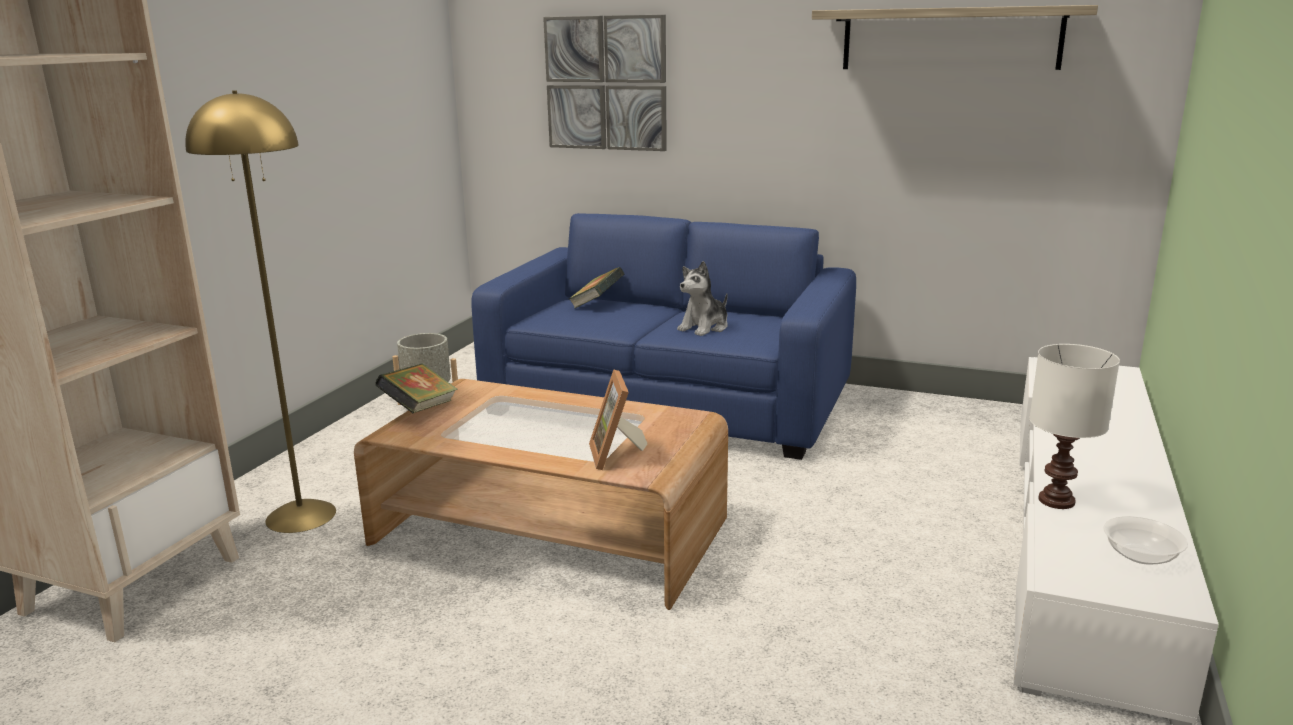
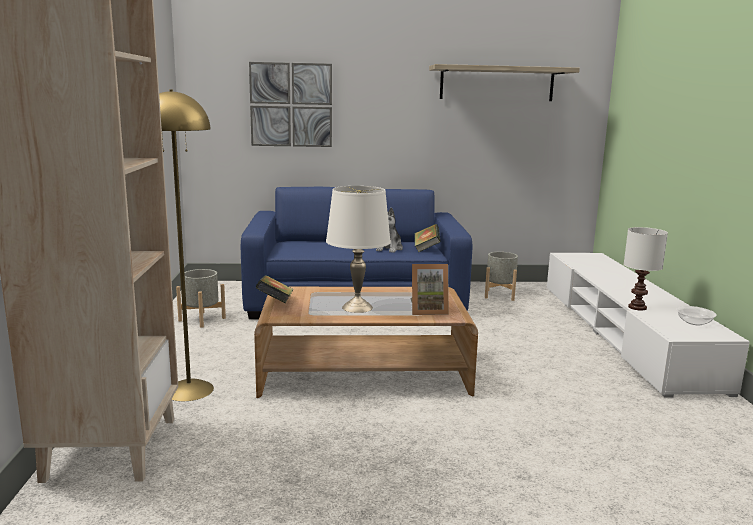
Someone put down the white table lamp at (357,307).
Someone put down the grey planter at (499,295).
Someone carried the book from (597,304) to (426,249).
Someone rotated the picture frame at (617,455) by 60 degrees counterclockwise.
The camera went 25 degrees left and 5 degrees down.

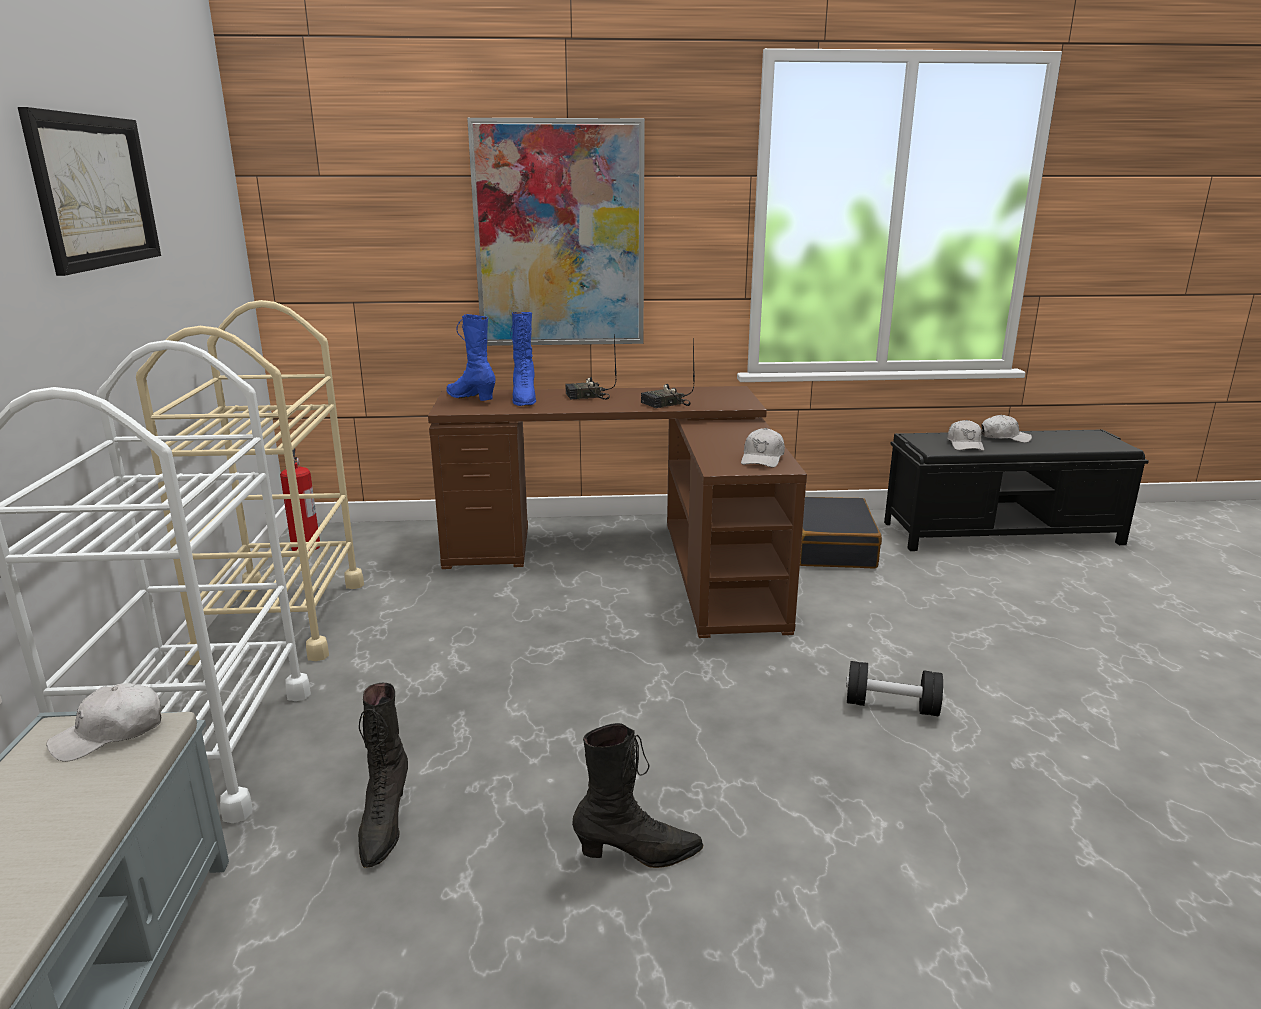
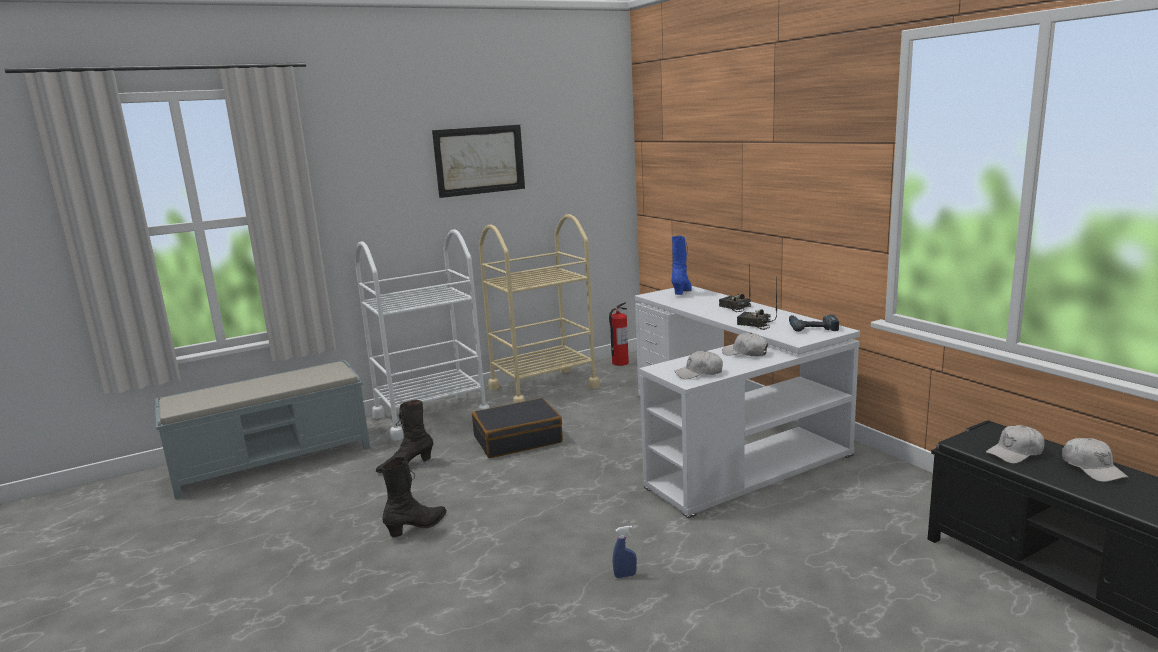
Someone took away the picture at (559,236).
Someone took away the blue boot at (524,399).
Someone put down the power drill at (812,327).
Someone carried the white cap from (110,734) to (745,353).
Someone carried the black suitcase from (830,547) to (517,439).
Someone swapped the black dumbbell at (891,706) for the blue spray bottle at (625,575).
Someone repainted the brown desk at (635,559), which became the white desk at (730,439).
Someone rotated the black boot at (638,854) by 105 degrees counterclockwise.
The camera went 65 degrees right and 5 degrees down.

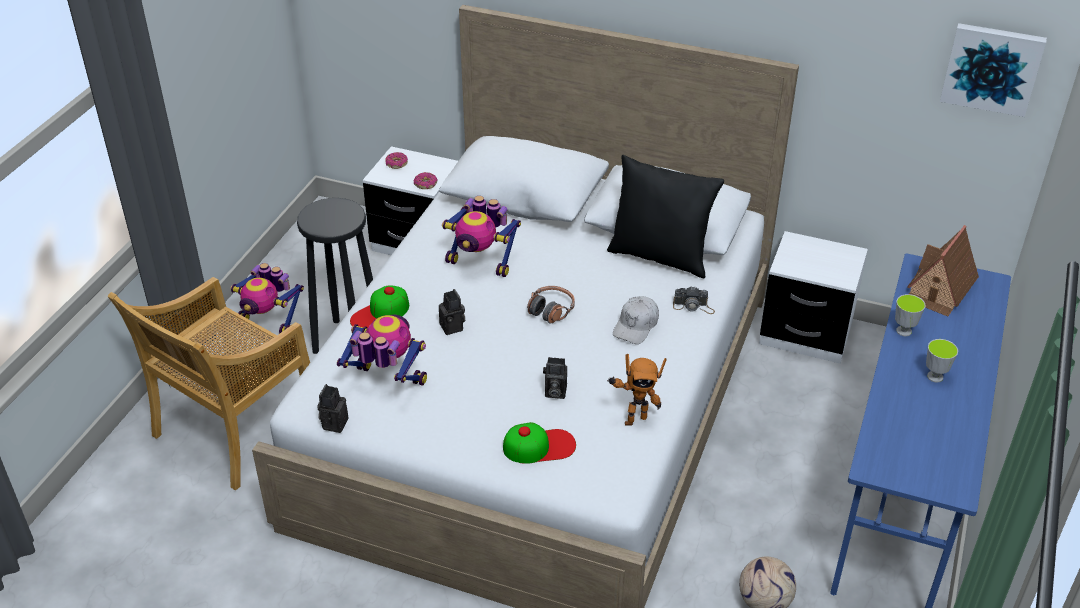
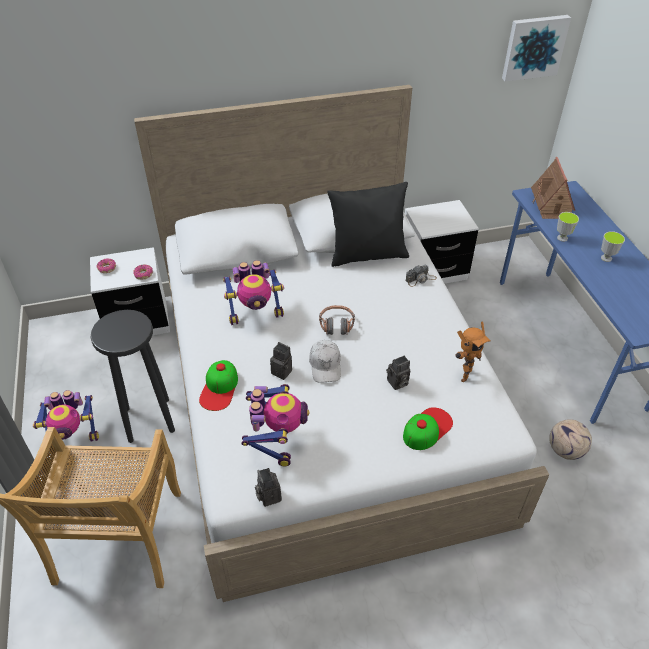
Someone carried the white cap from (636,326) to (325,365).
Someone rotated the toy robot at (387,382) by 105 degrees clockwise.
The camera went 35 degrees left and 5 degrees up.

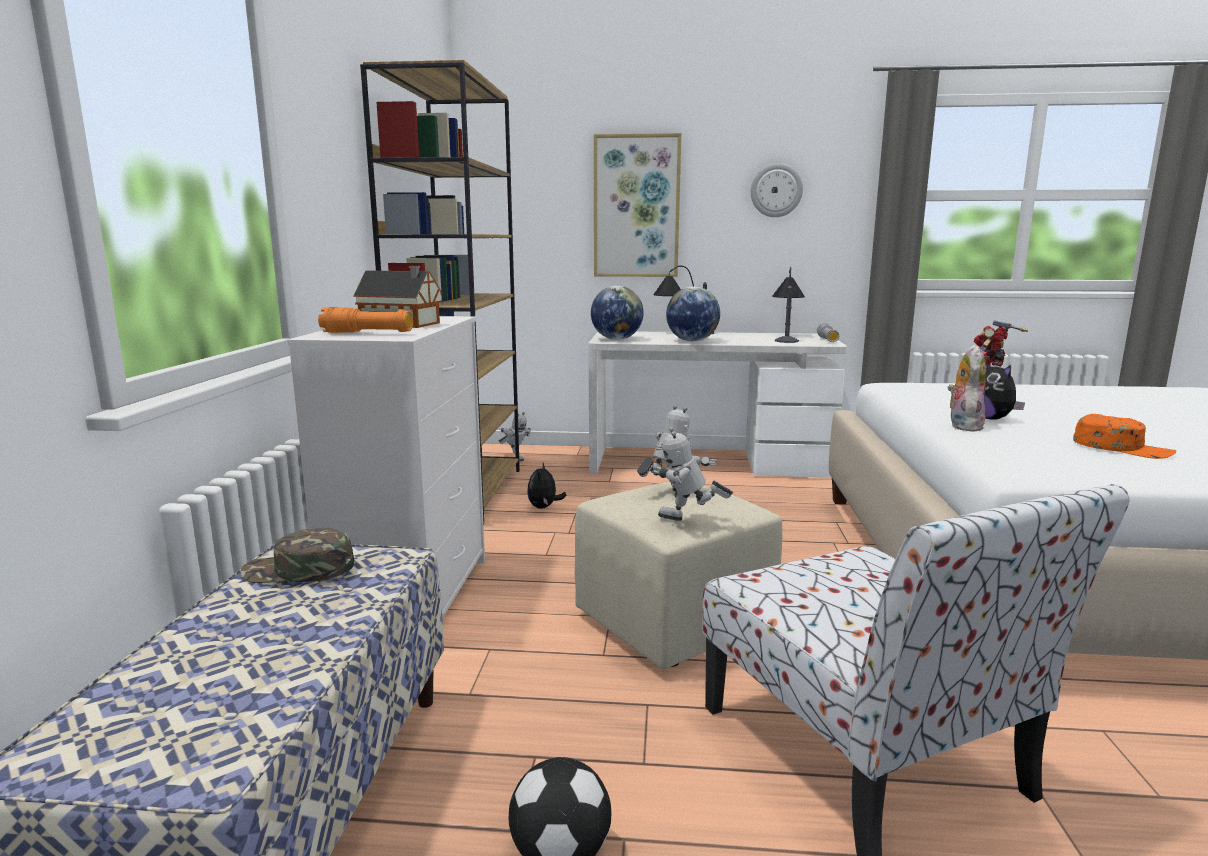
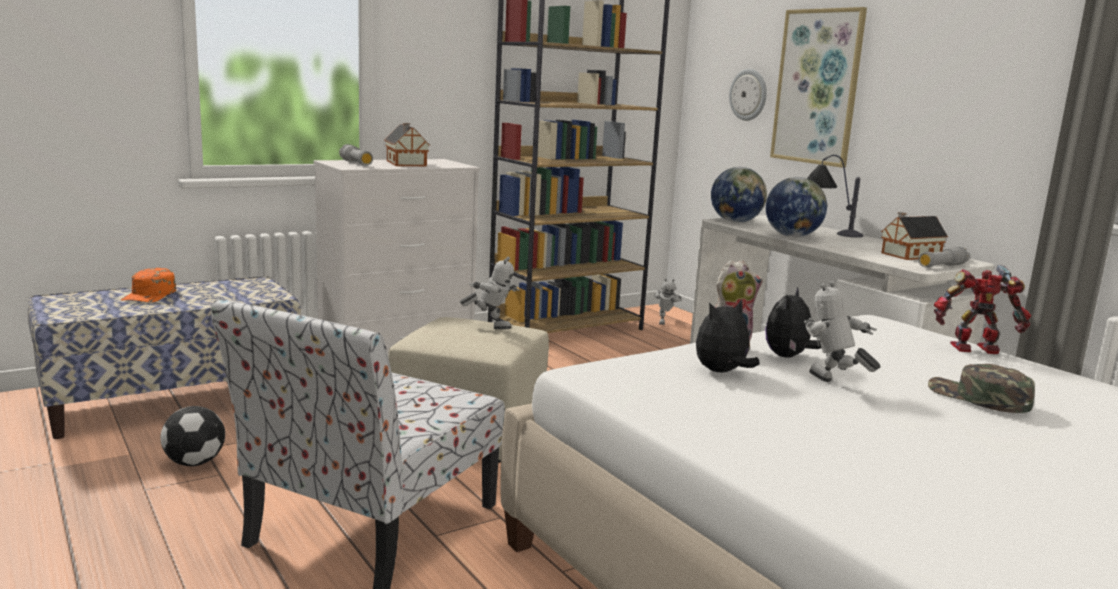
Someone carried the green cap from (298,570) to (978,397).
Someone carried the plush toy from (544,507) to (722,372).
Someone carried the toy robot from (689,521) to (832,385).
Someone carried the wall clock from (776,190) to (748,95).
Someone carried the orange cap from (1122,448) to (150,295).
Someone swapped the table lamp at (786,338) for the toy house at (908,255).
Someone repainted the orange flashlight at (367,333), which became the grey flashlight at (356,163).
The camera went 50 degrees right and 0 degrees up.

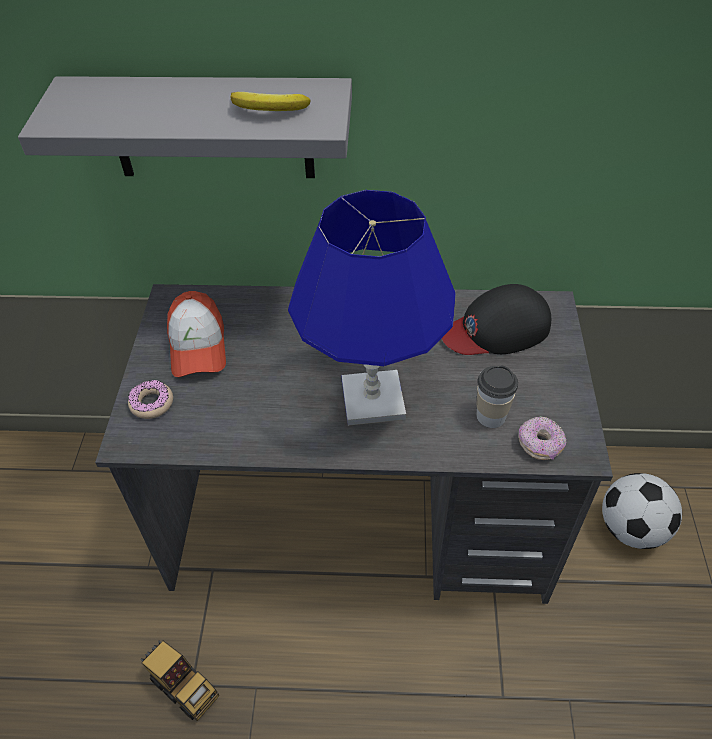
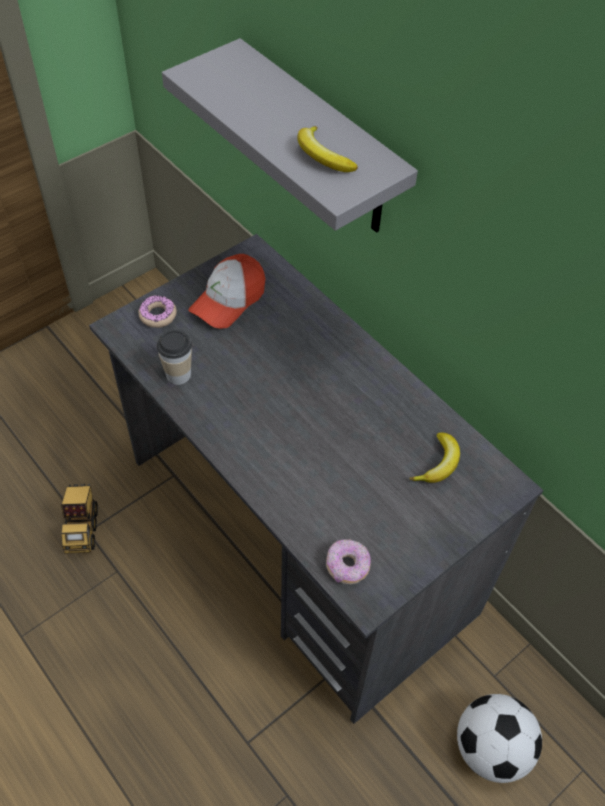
Someone took away the blue table lamp at (372,399).
Someone carried the cup from (490,416) to (178,374).
Someone swapped the black cap at (497,329) for the banana at (438,463).
The camera went 45 degrees right and 5 degrees up.

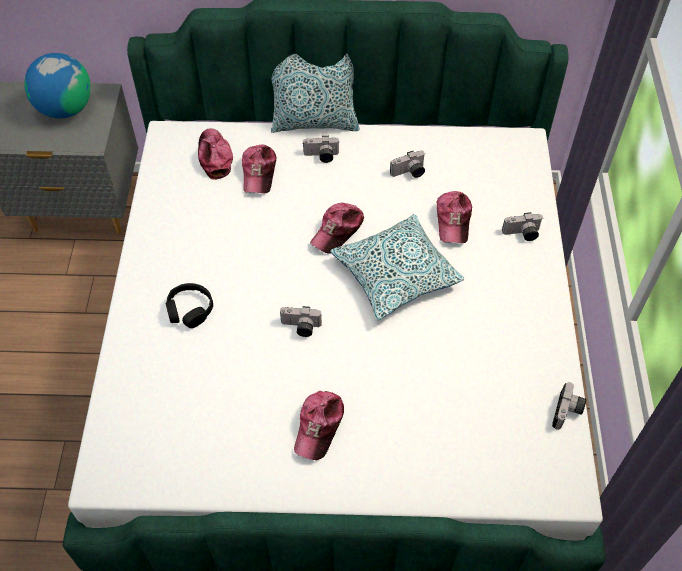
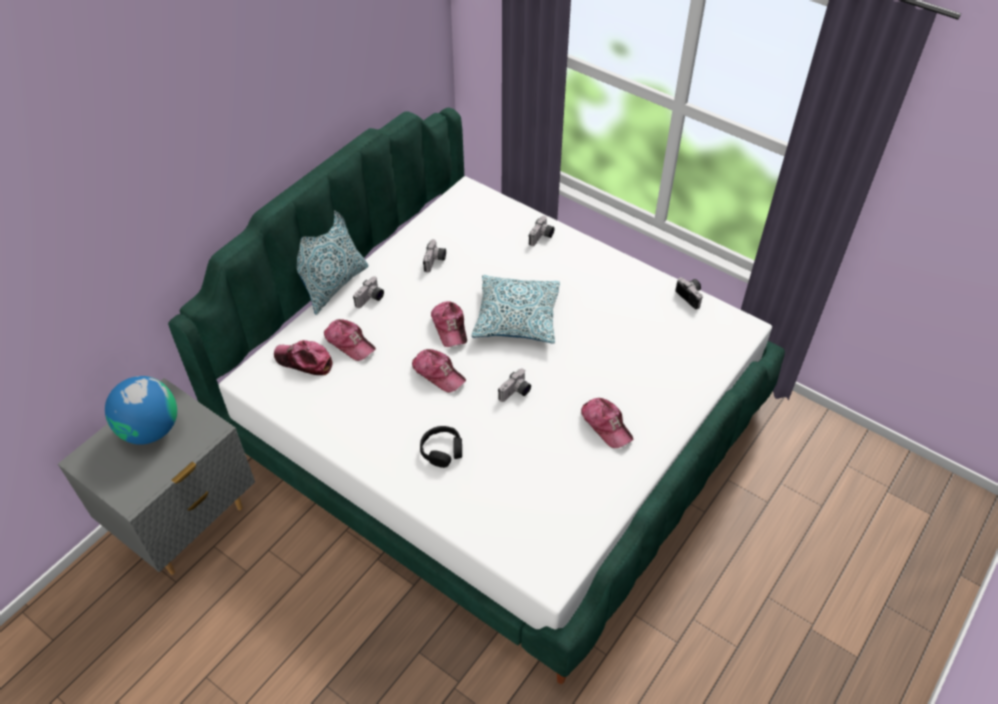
Someone carried the cap from (453,220) to (438,373).
The camera went 55 degrees left and 5 degrees down.

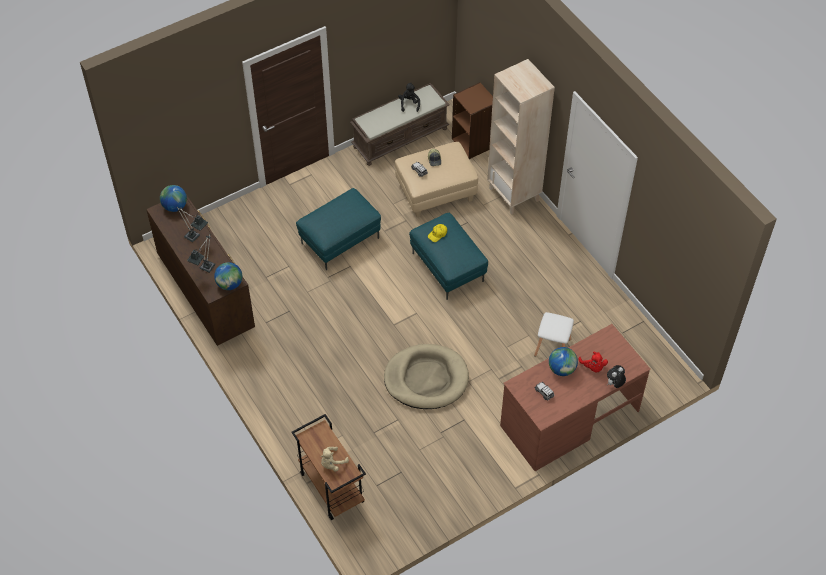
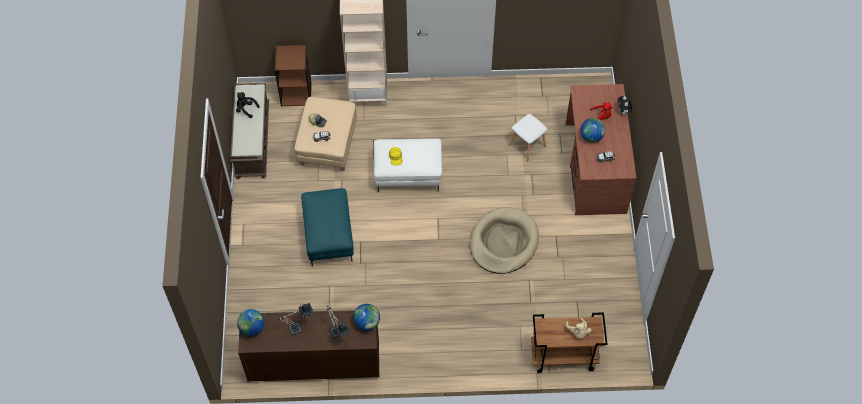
Someone repainted the turquoise ottoman at (448,267), which became the white ottoman at (408,174).
The camera went 60 degrees left and 5 degrees up.

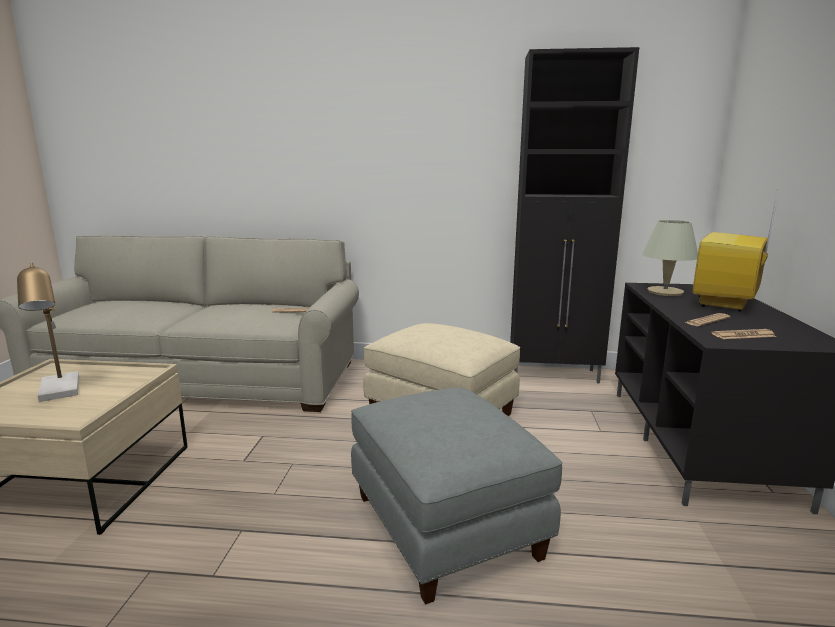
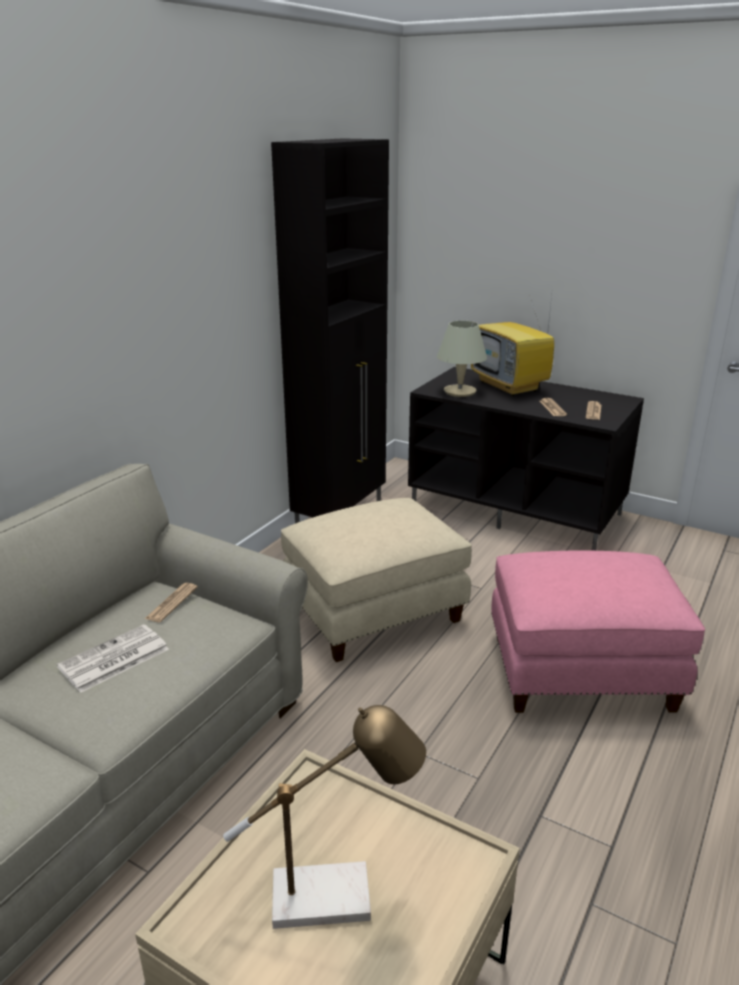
Someone put down the newspaper at (113,659).
Someone repainted the grey ottoman at (447,525), which became the pink ottoman at (581,671).
The camera went 65 degrees left and 10 degrees up.

